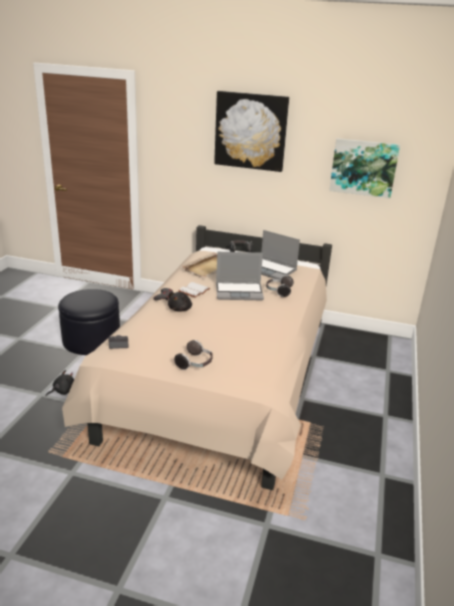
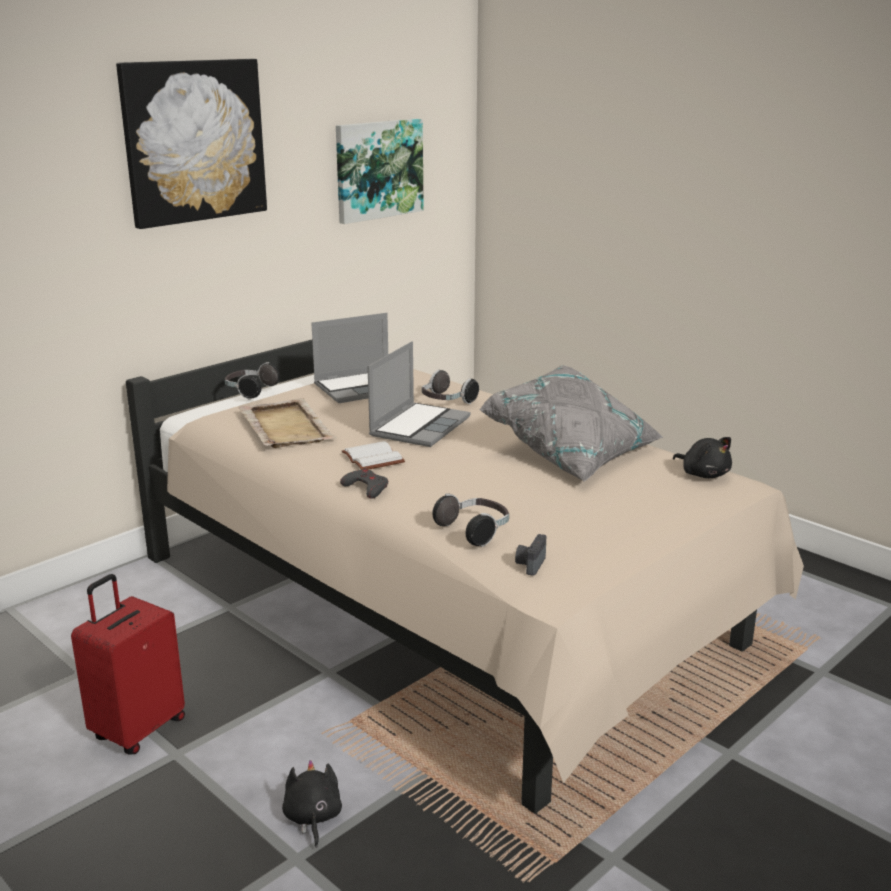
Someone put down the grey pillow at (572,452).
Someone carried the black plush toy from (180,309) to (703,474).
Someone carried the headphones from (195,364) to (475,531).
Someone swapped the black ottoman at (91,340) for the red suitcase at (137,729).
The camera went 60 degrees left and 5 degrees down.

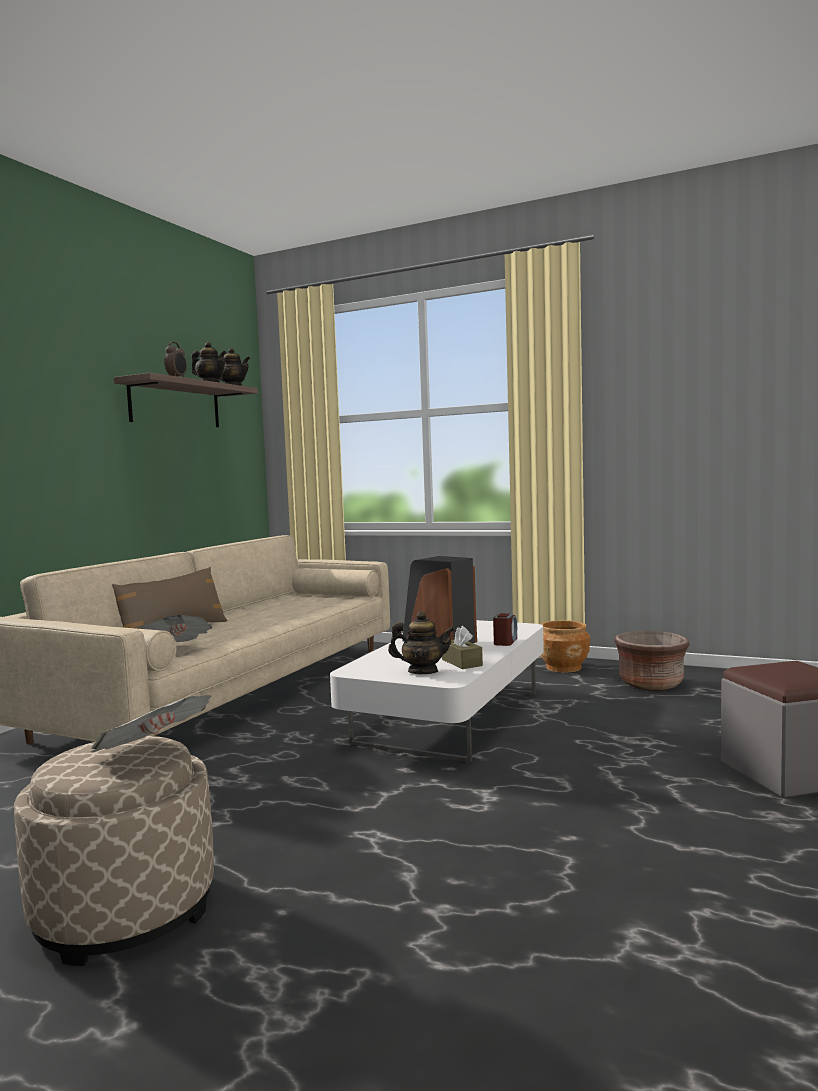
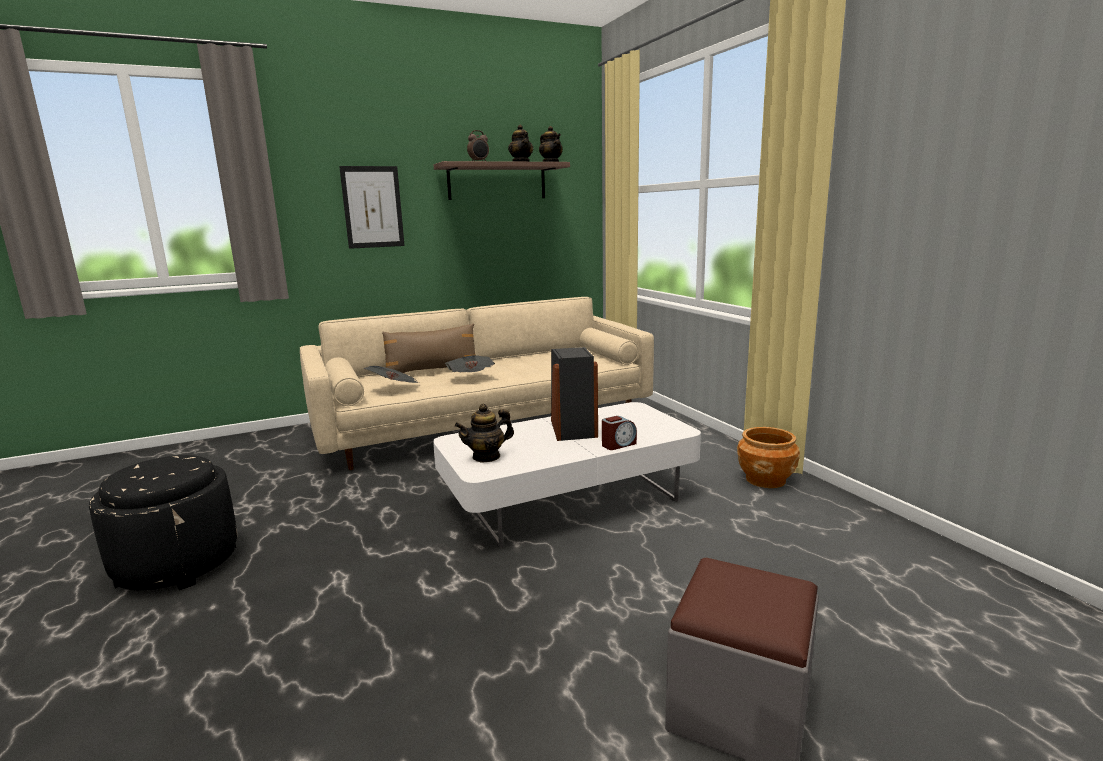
Someone took away the brown tissue box at (461,662).
Someone took away the brown planter at (651,684).
Someone put up the picture at (372,207).
Someone carried the newspaper from (153,755) to (471,378).
Someone repainted the beige ottoman at (124,910), which became the black ottoman at (177,564).
Someone rotated the teapot at (422,671) by 105 degrees clockwise.
The camera went 40 degrees right and 10 degrees up.

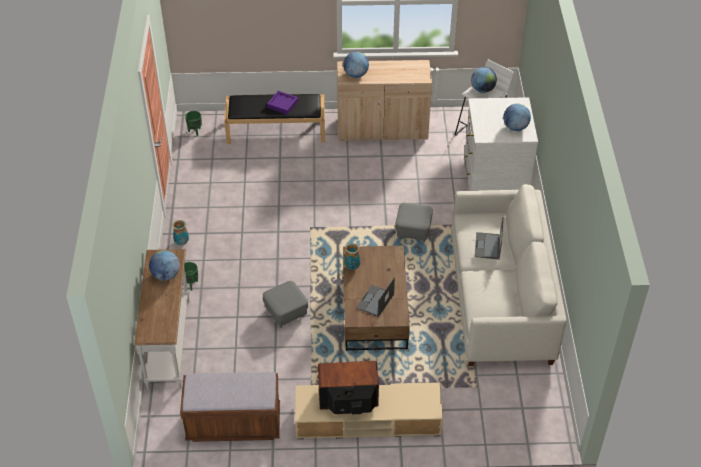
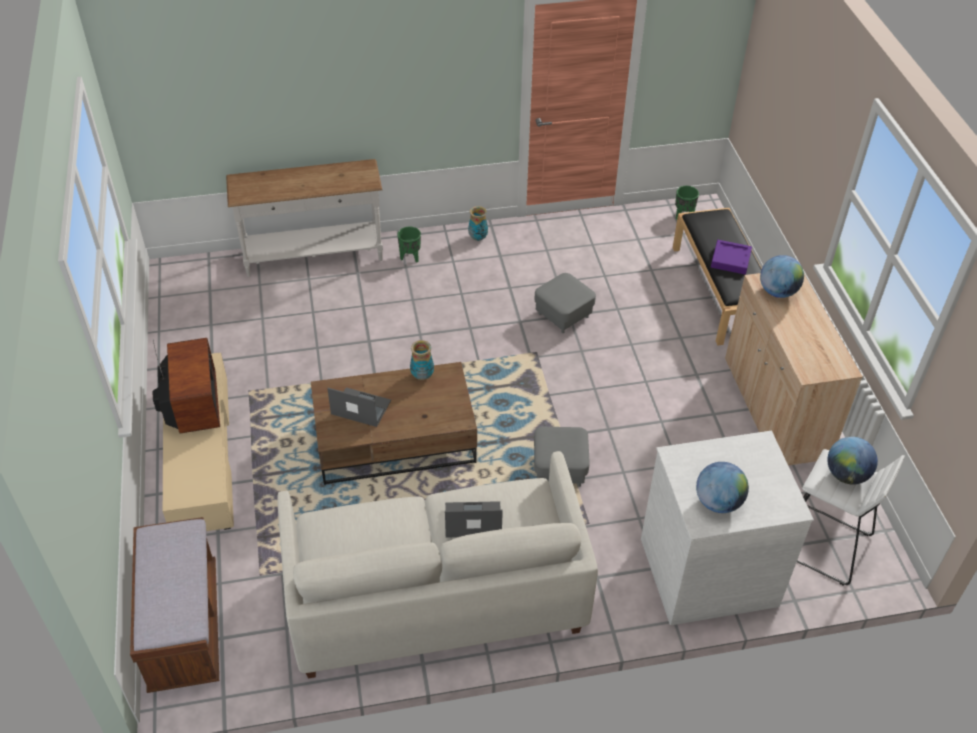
Someone took away the globe at (166,275).
Someone carried the brown bench from (233,424) to (184,627).
Someone carried the grey ottoman from (286,313) to (563,315).
The camera went 80 degrees right and 0 degrees up.

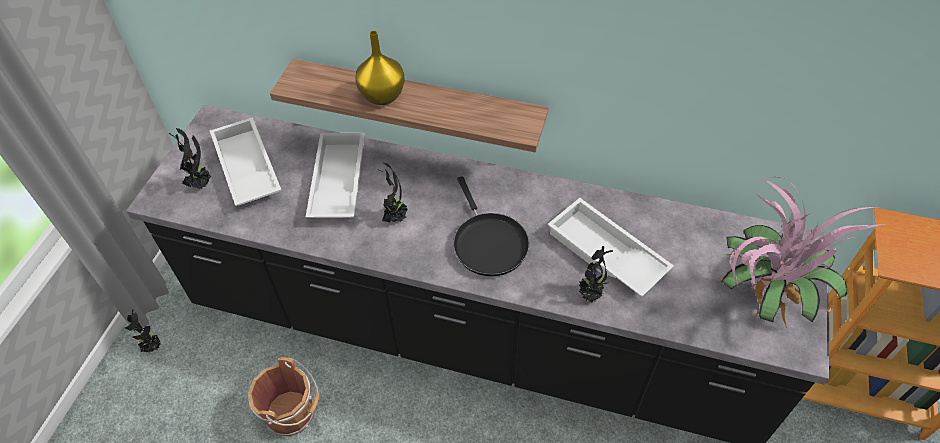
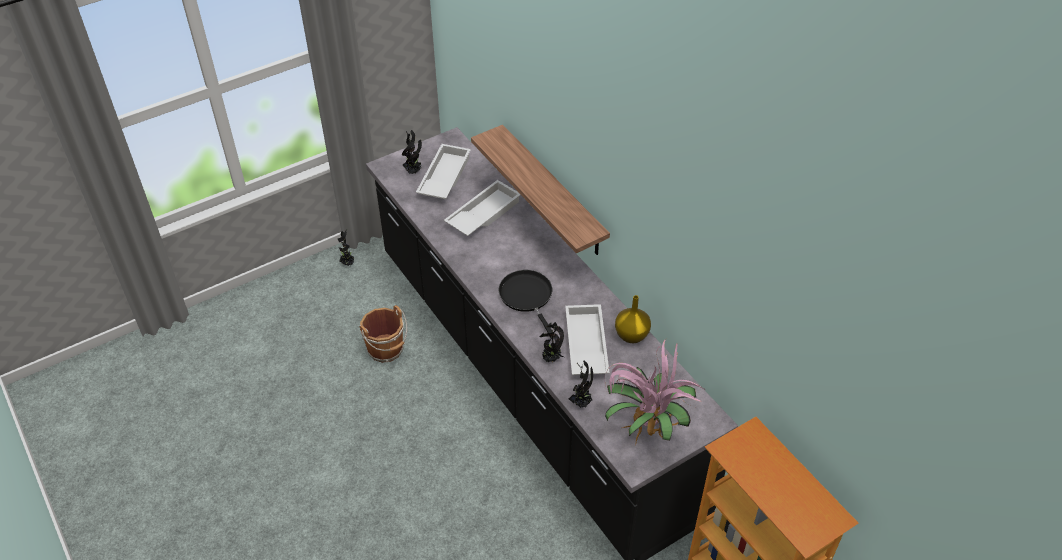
Someone carried the yellow vase from (382,97) to (631,336).
Someone carried the potted plant from (395,217) to (581,402).
Someone rotated the black frying pan at (488,243) by 135 degrees clockwise.
The camera went 40 degrees right and 5 degrees down.

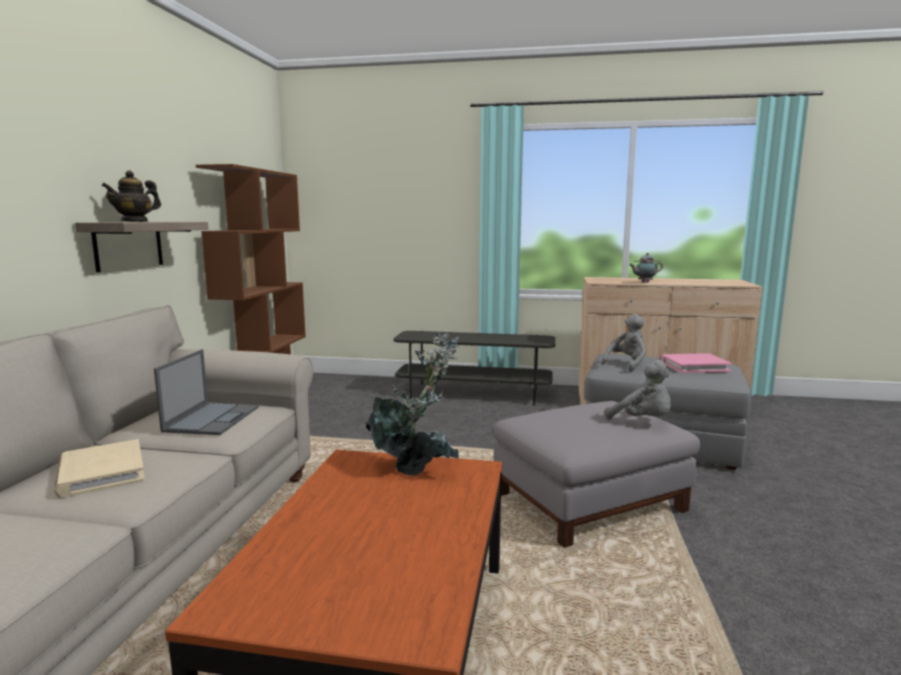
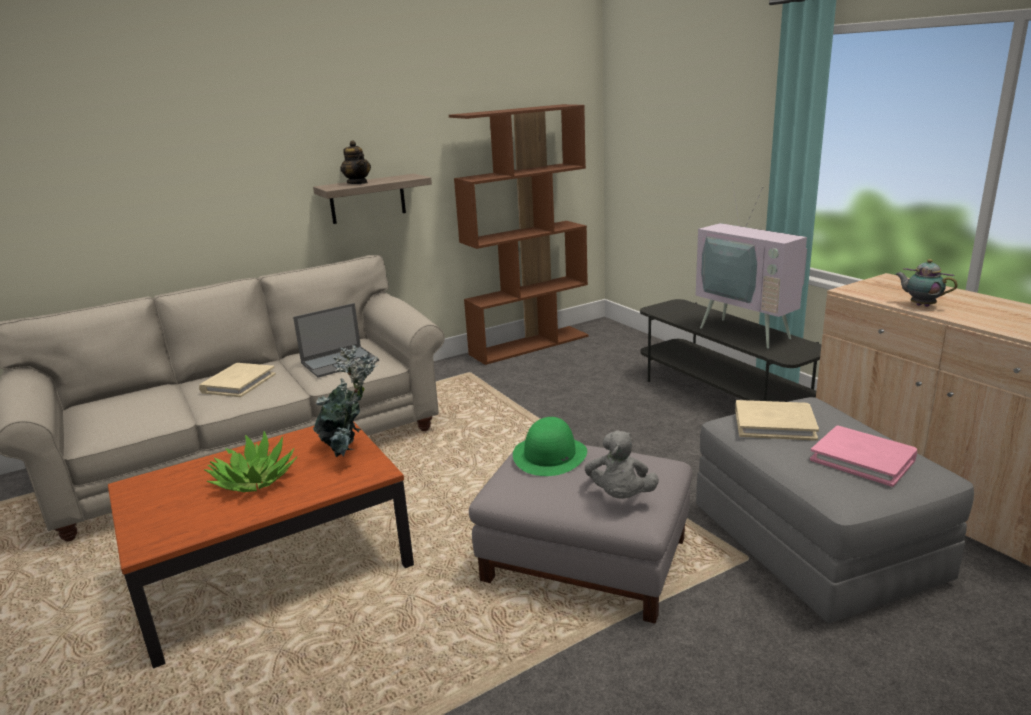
Someone put down the potted plant at (254,480).
Someone put down the green hat at (550,455).
Someone put down the television at (749,331).
Someone swapped the grey plush toy at (627,365) for the beige book at (774,424).
Someone rotated the teapot at (135,221) by 120 degrees counterclockwise.
The camera went 50 degrees right and 10 degrees up.

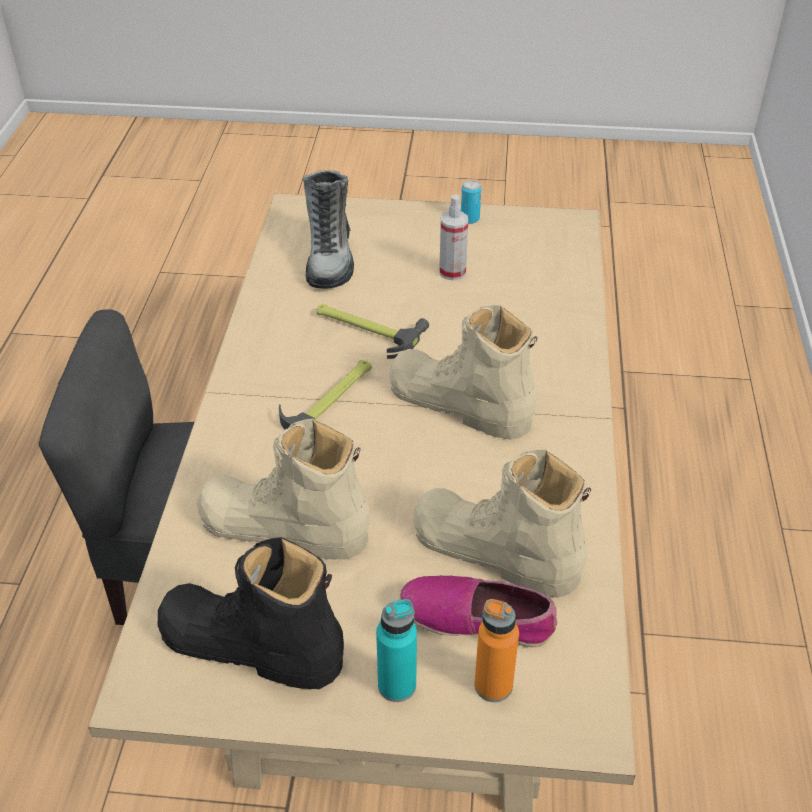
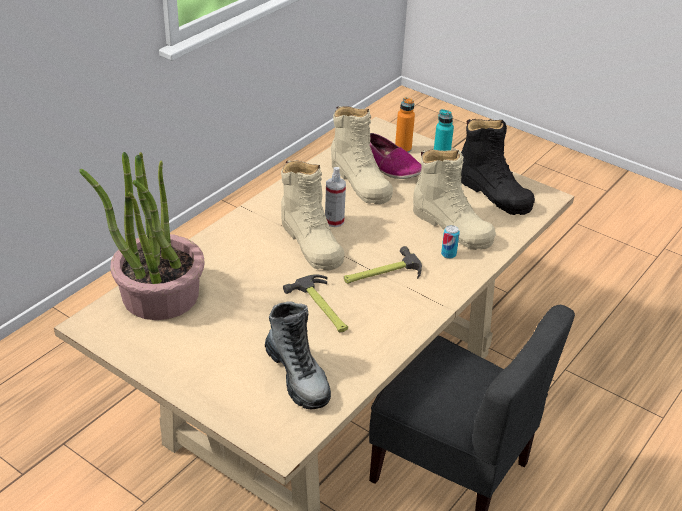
Someone put down the potted plant at (159,295).
Someone carried the spray bottle from (452,272) to (334,221).
Someone carried the can from (470,219) to (448,254).
Someone rotated the boot at (330,258) by 120 degrees clockwise.
The camera went 150 degrees left and 5 degrees down.

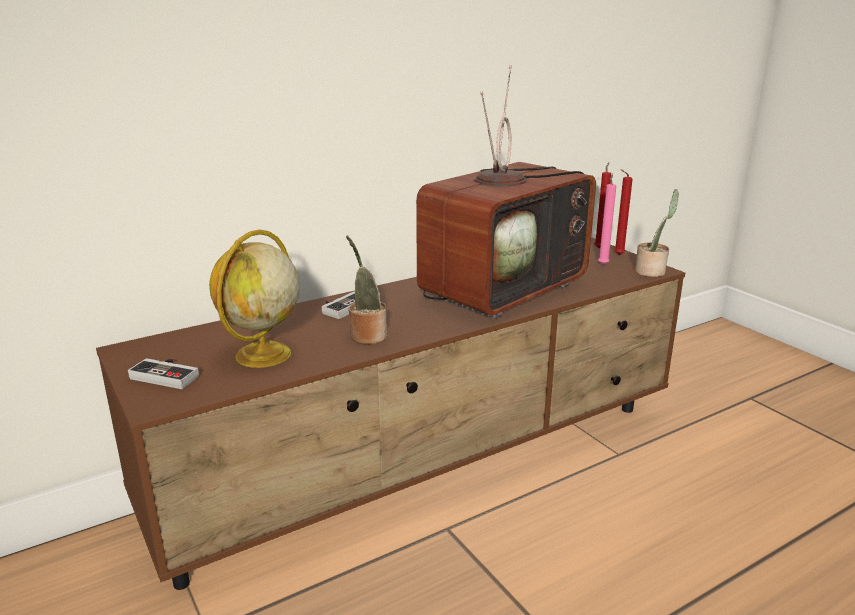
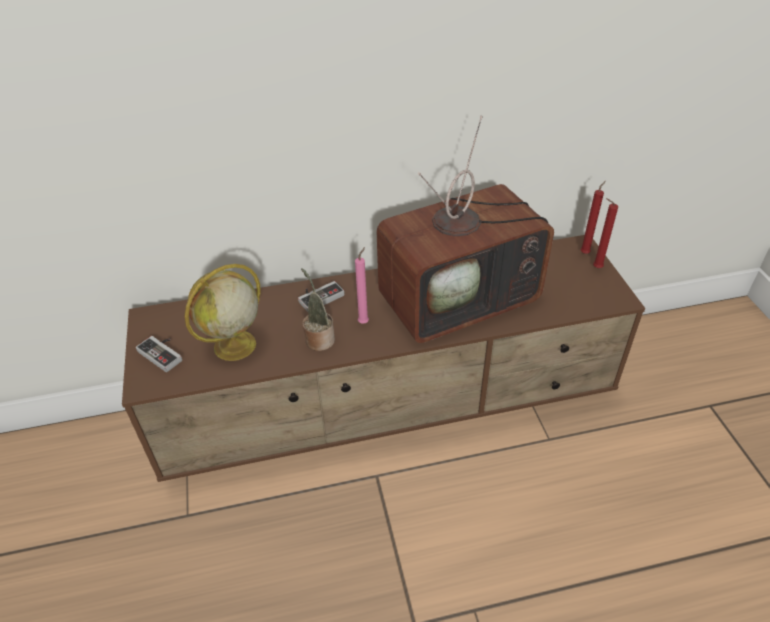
Someone took away the potted plant at (652,271).
Someone carried the pink candle from (603,264) to (364,321).
The camera went 20 degrees right and 20 degrees up.

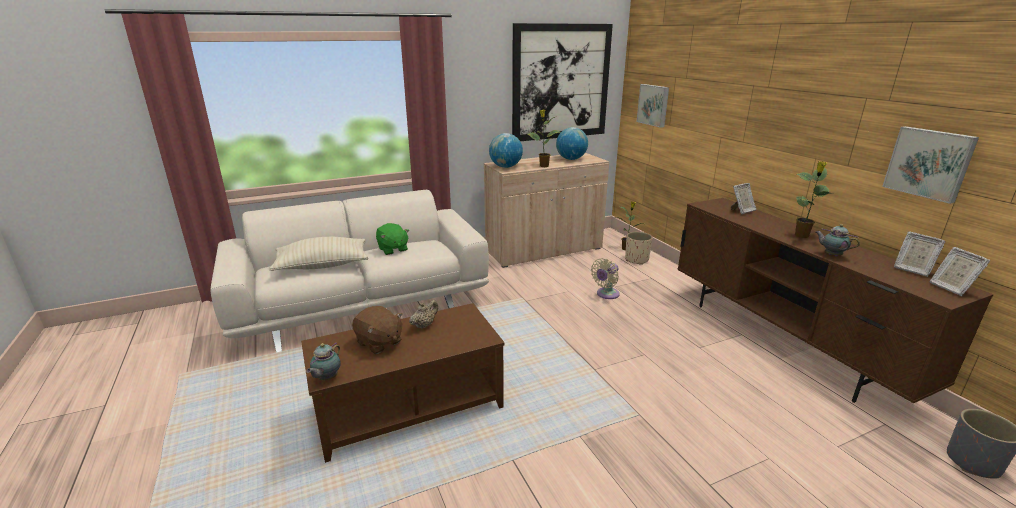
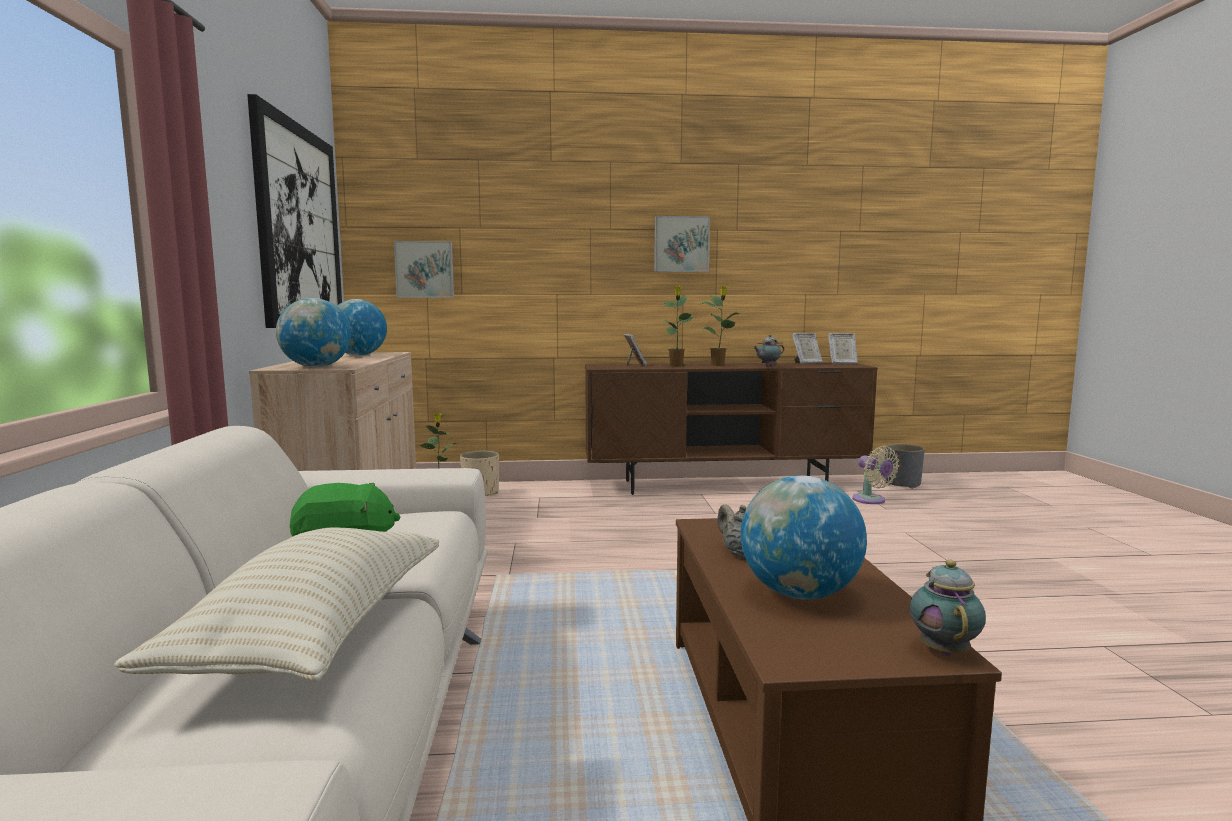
Someone carried the potted plant from (543,166) to (676,366).
Someone carried the beige fan from (606,294) to (871,500).
Someone carried the picture from (929,163) to (681,244).
Someone swapped the brown plush toy at (379,343) for the globe at (799,593).
Someone rotated the teapot at (326,378) by 120 degrees counterclockwise.
The camera went 70 degrees left and 15 degrees down.

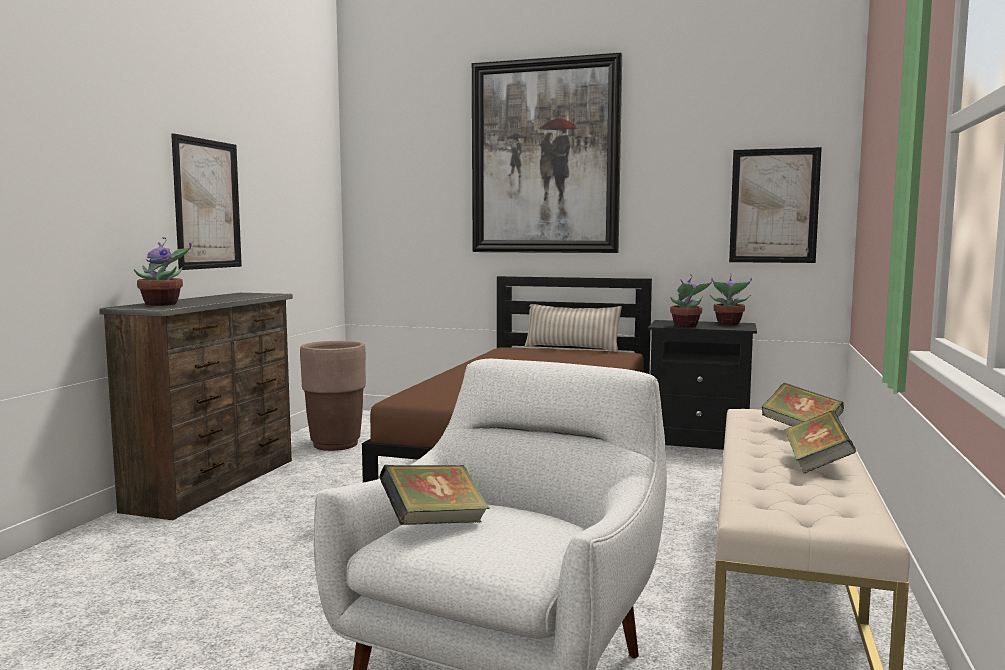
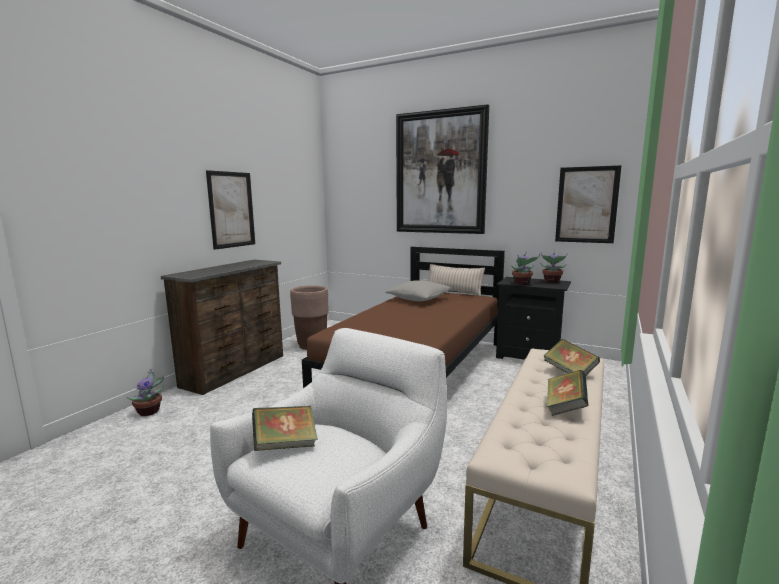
Someone put down the grey pillow at (419,299).
Someone carried the potted plant from (163,304) to (150,411).
The camera went 10 degrees right and 5 degrees up.

